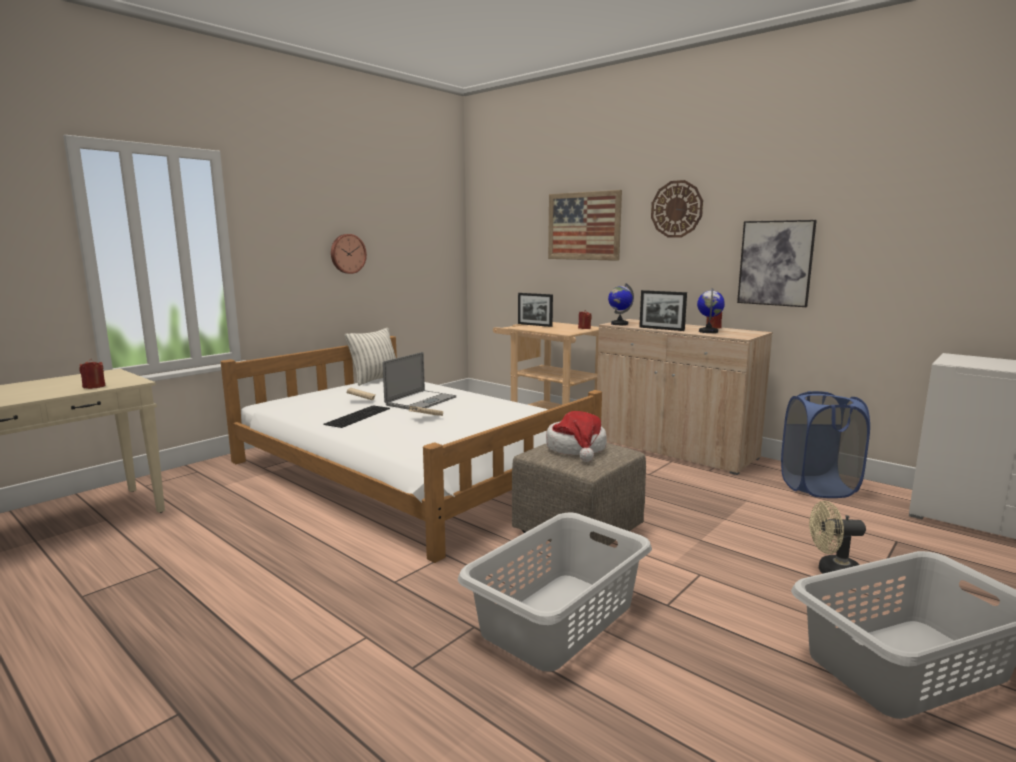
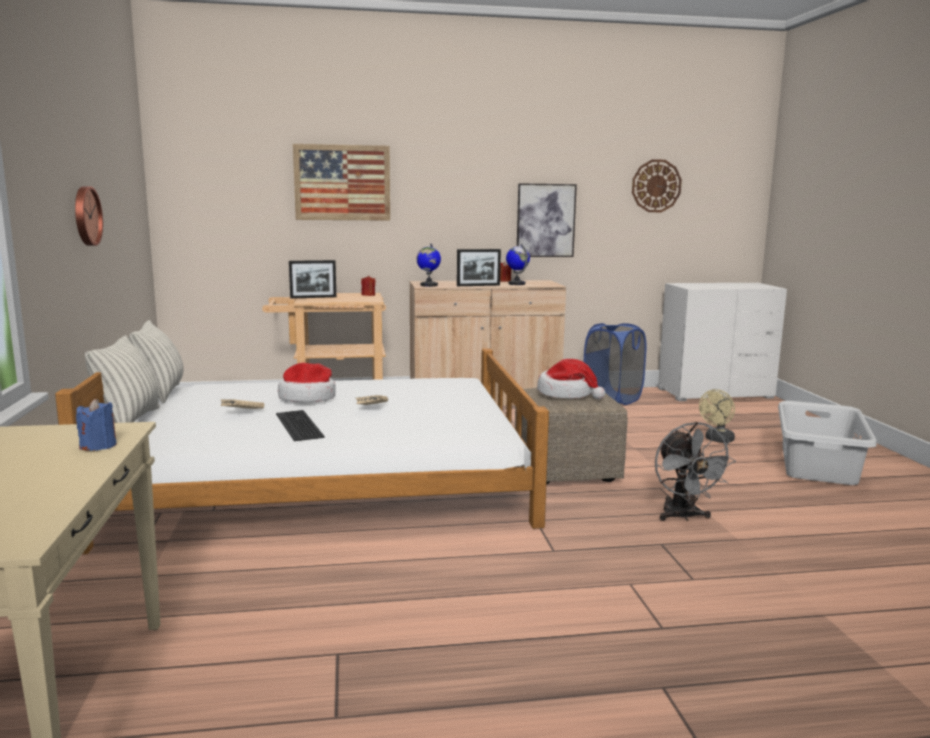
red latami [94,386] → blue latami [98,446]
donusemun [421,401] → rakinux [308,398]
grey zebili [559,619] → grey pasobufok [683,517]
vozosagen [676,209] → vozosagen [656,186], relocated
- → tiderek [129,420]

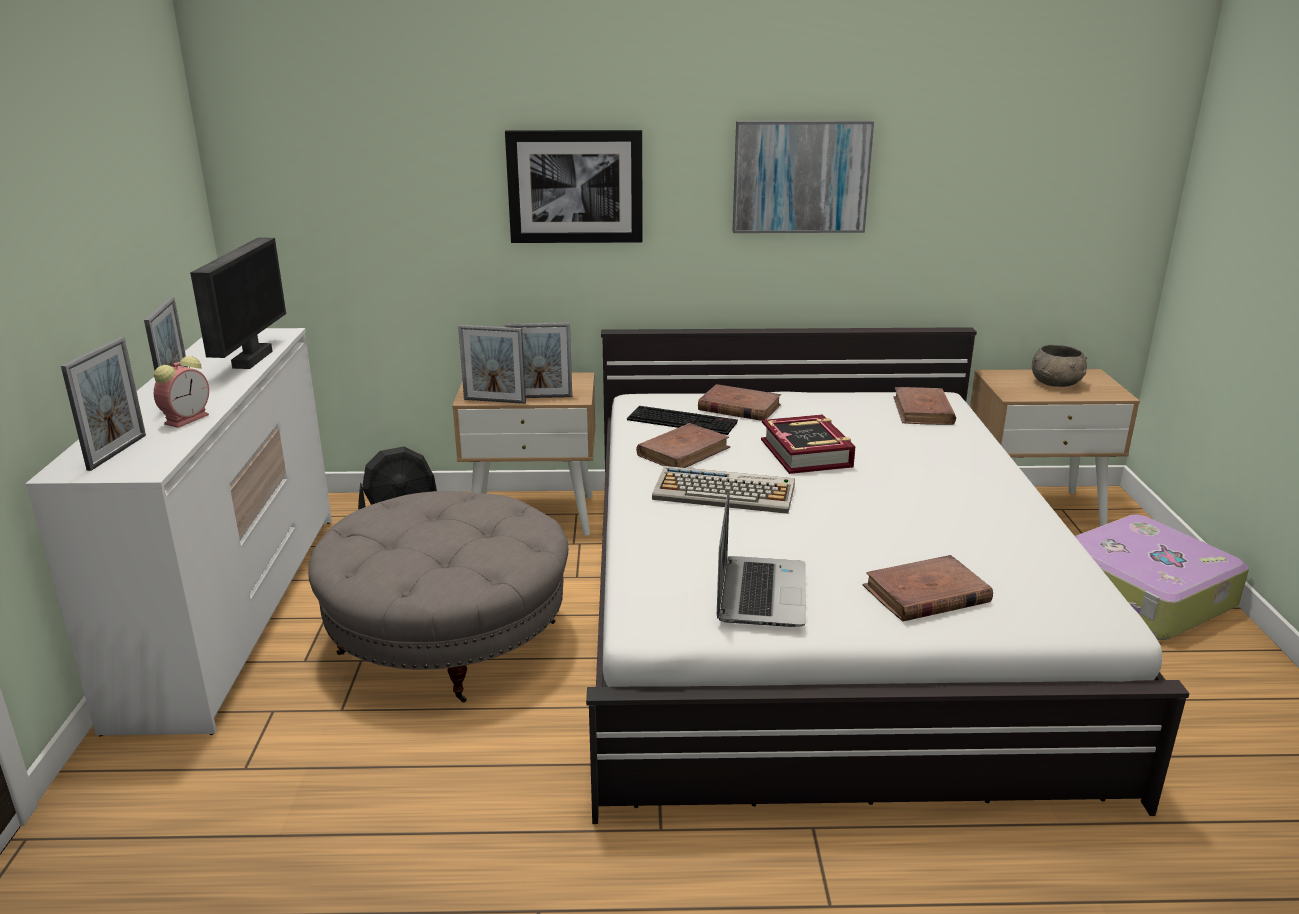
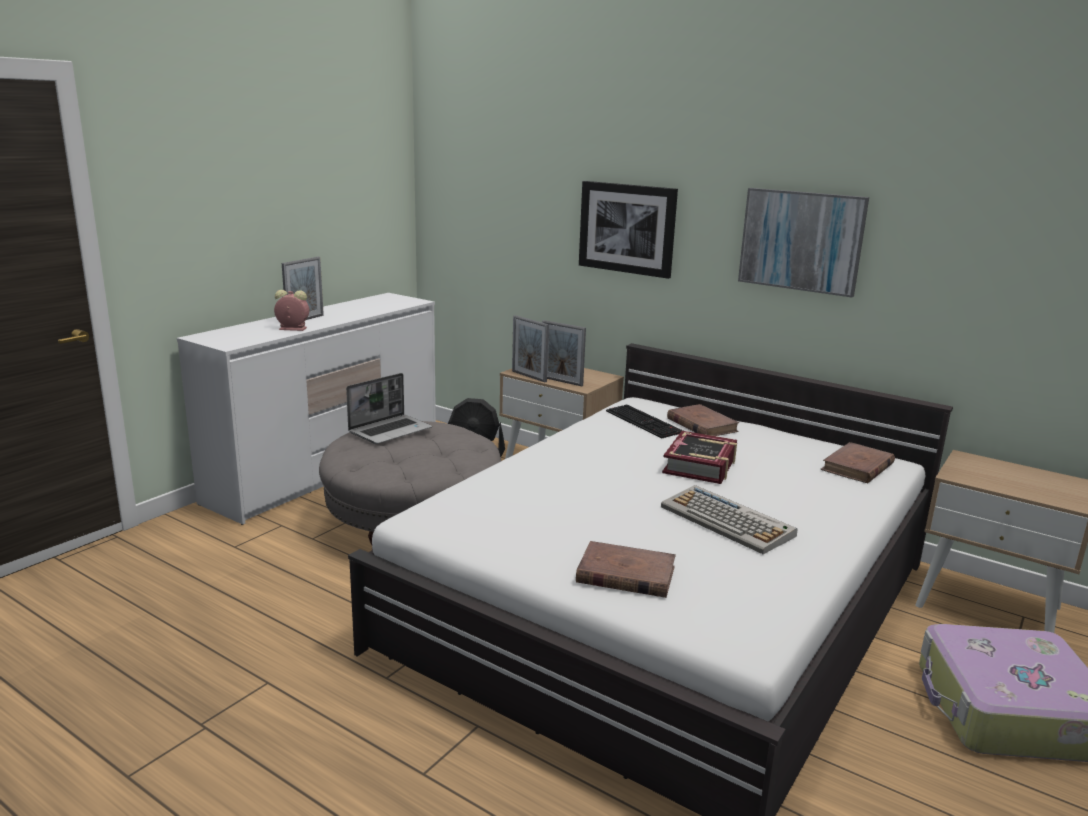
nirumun [117,452] → -
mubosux [188,418] → mubosux [291,328], 150 degrees counterclockwise
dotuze [250,359] → -
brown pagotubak [683,451] → -
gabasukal [725,492] → gabasukal [728,521], relocated
donusemun [759,593] → donusemun [391,430], relocated
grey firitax [1056,383] → -

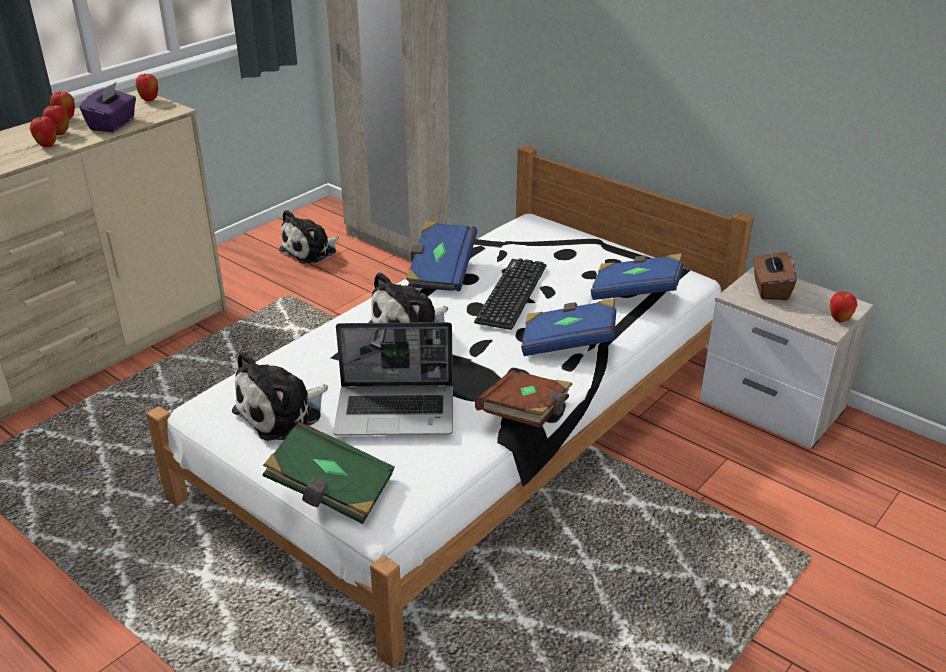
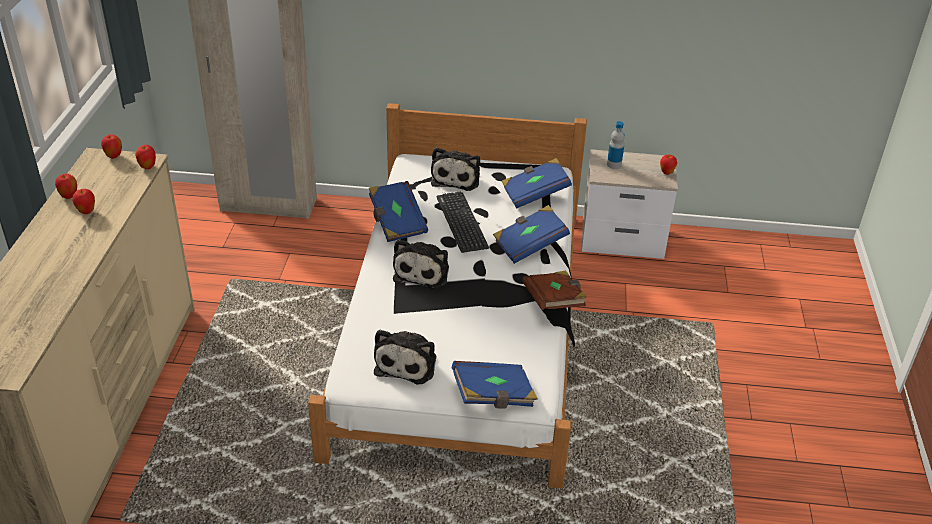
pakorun [47,145] → pakorun [148,167], relocated
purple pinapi [113,124] → -
green pagotubak [331,491] → blue pagotubak [493,396]
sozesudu [311,251] → sozesudu [456,178], relocated
donusemun [397,411] → -
brown pinapi [770,289] → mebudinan [614,165]

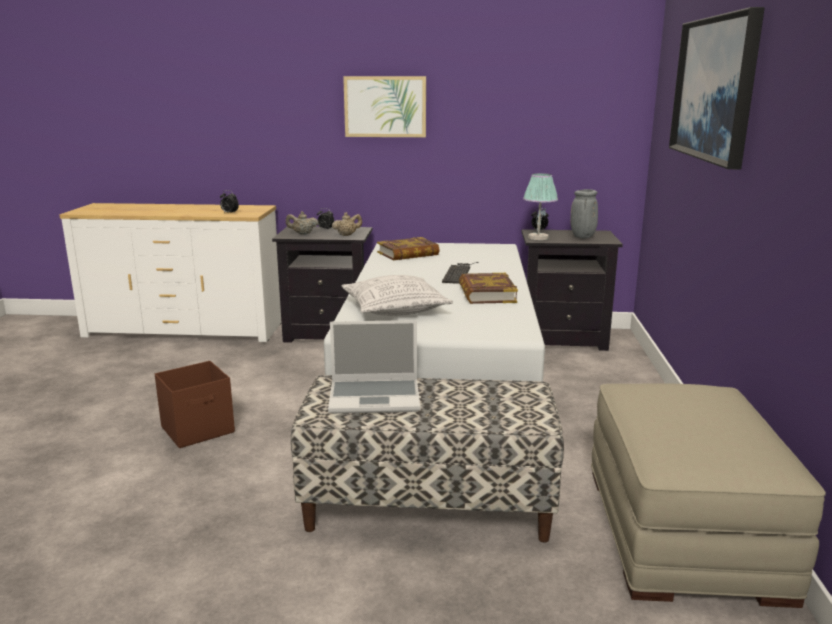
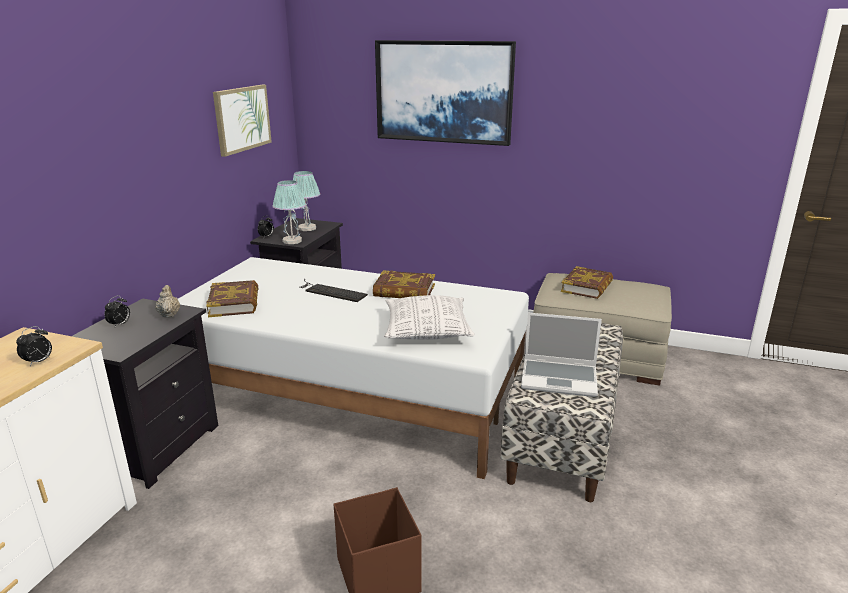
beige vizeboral [302,234] → -
donusemun [376,397] → donusemun [560,378], 90 degrees clockwise
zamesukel [385,106] → zamesukel [242,119], relocated
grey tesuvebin [582,237] → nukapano [307,228]
- → pagotubak [587,287]

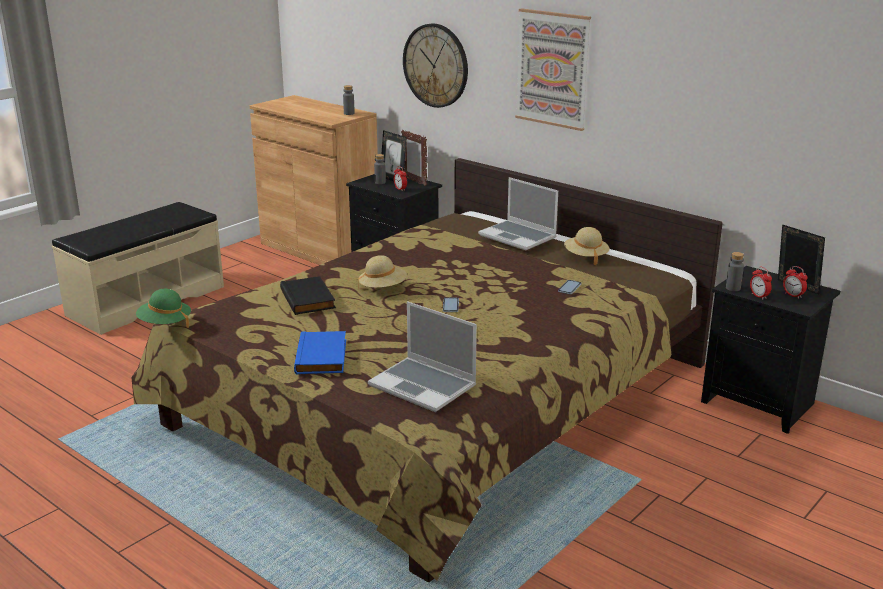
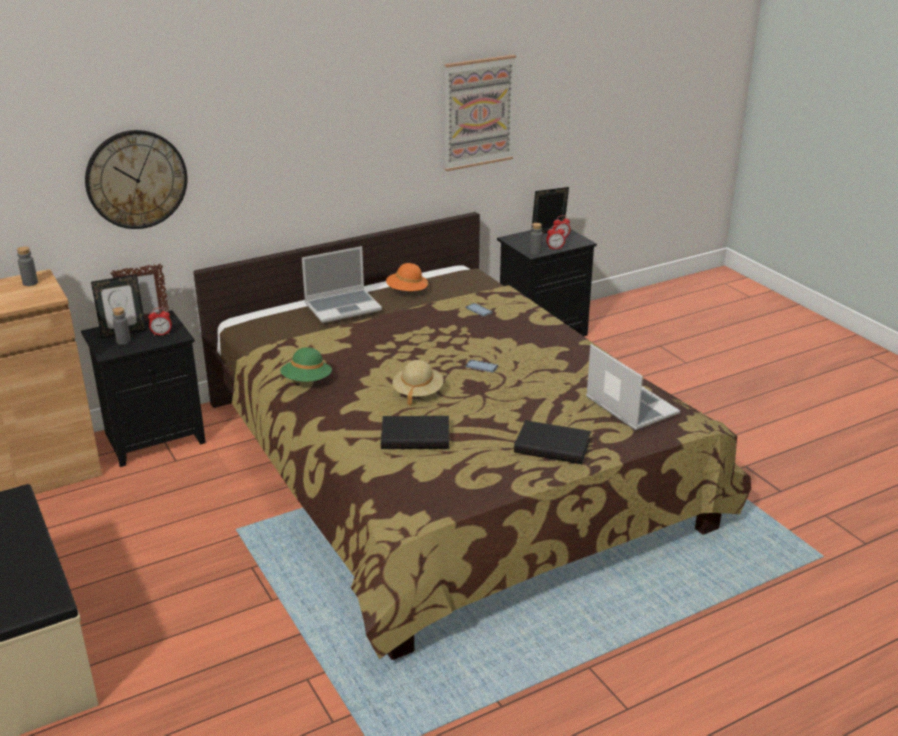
green rakinux [165,324] → green rakinux [307,381], relocated
blue pagotubak [323,357] → black pagotubak [553,445]
donusemun [424,386] → donusemun [629,406], 90 degrees counterclockwise
zamesukel [552,69] → zamesukel [478,112], relocated
beige rakinux [585,257] → orange rakinux [407,292]

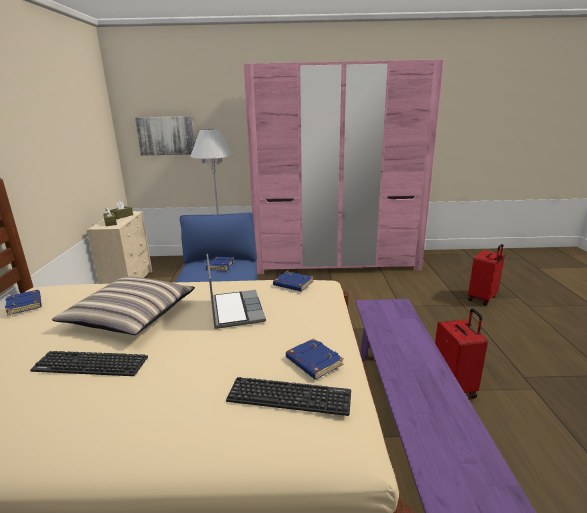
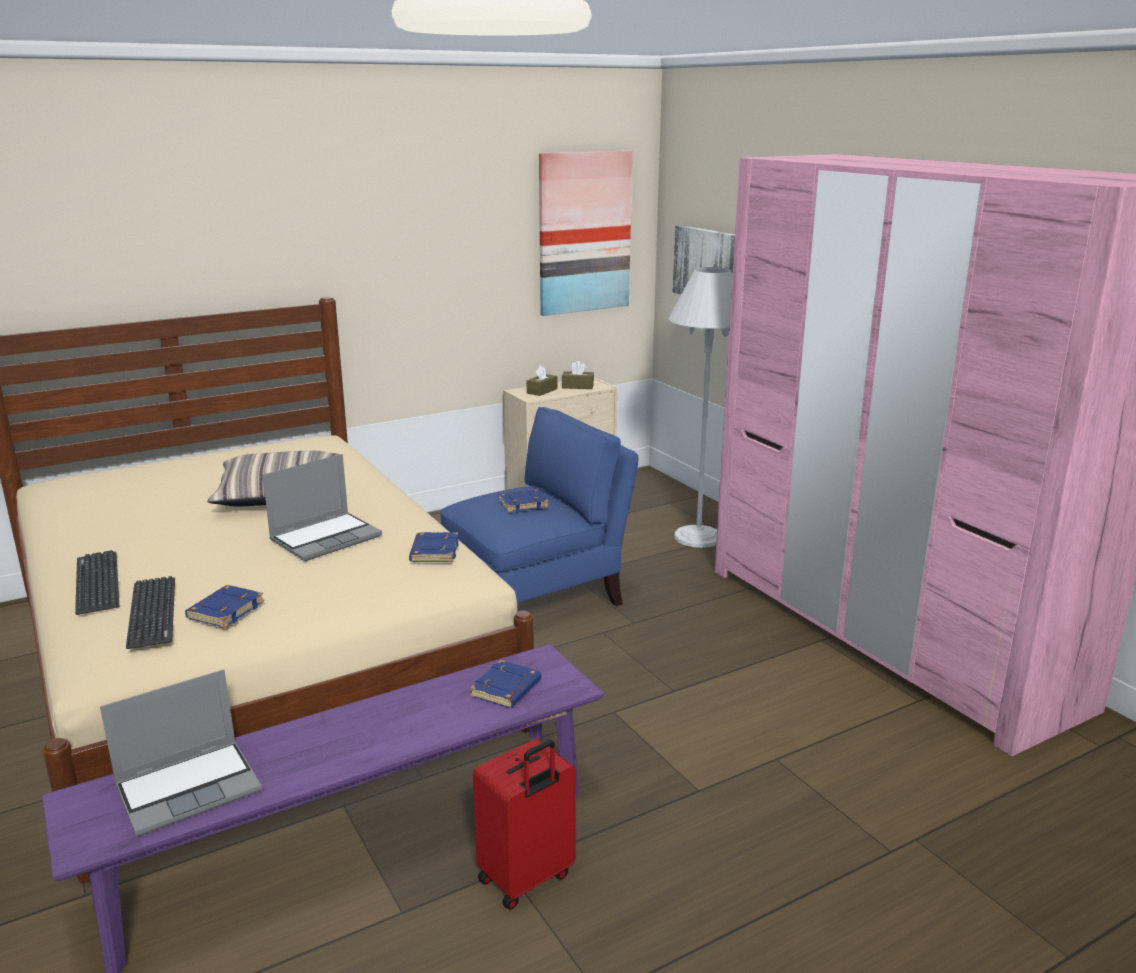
blue pagotubak [25,305] → blue pagotubak [506,690], relocated
gabasukal [90,364] → gabasukal [97,583], relocated
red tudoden [482,299] → -
- → donusemun [190,787]
- → zamesukel [584,233]

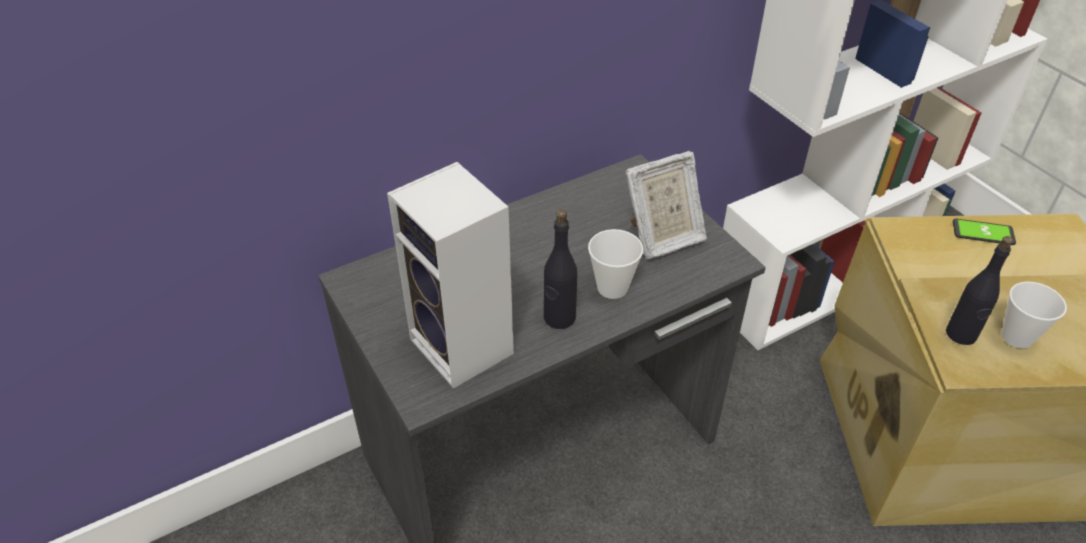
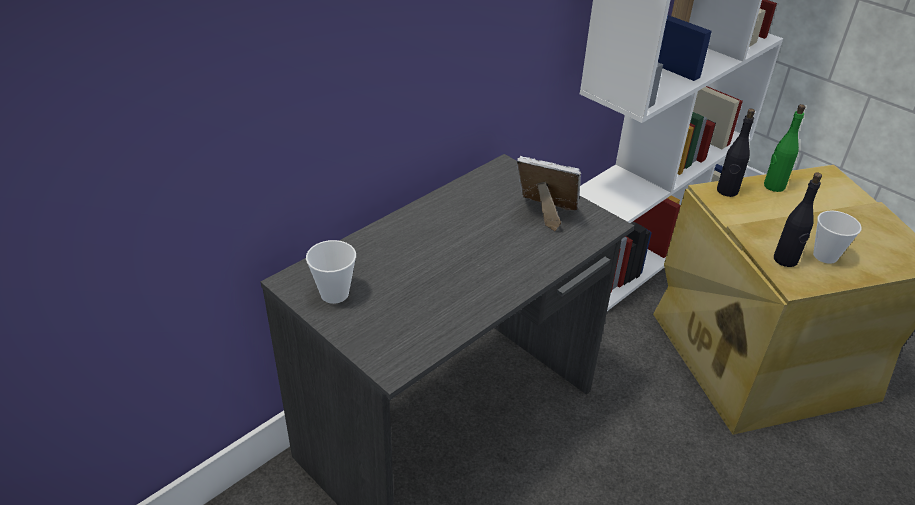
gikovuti [465,348] → -
black mebudinan [559,318] → black mebudinan [727,191], relocated
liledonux [612,287] → liledonux [334,294], relocated
nirumun [663,238] → nirumun [546,214], 120 degrees counterclockwise
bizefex [983,233] → green mebudinan [773,186]

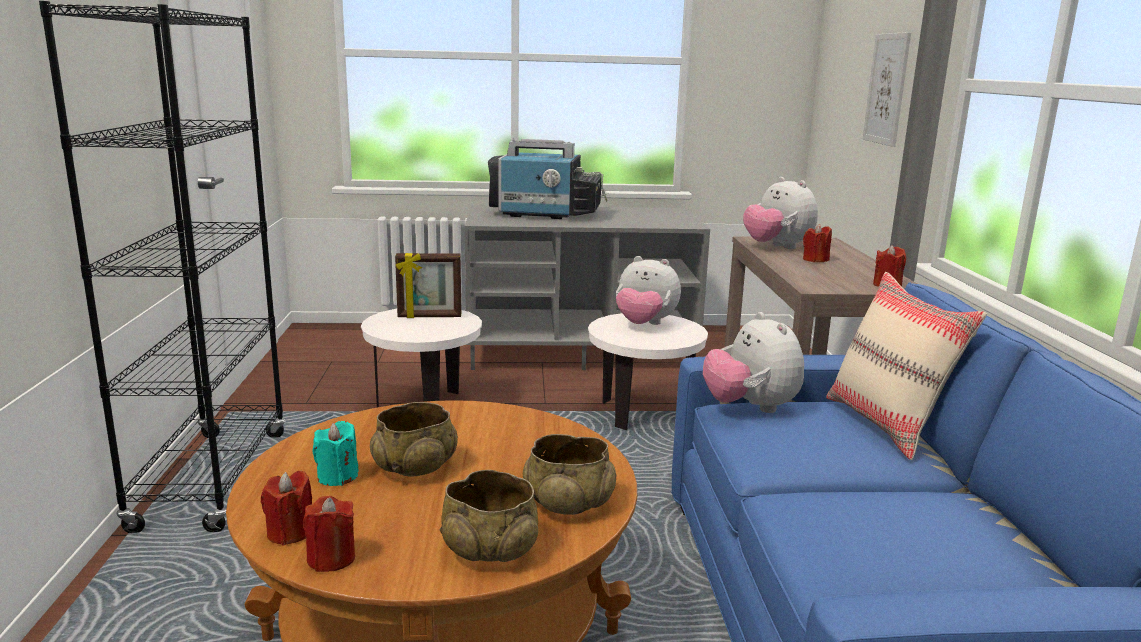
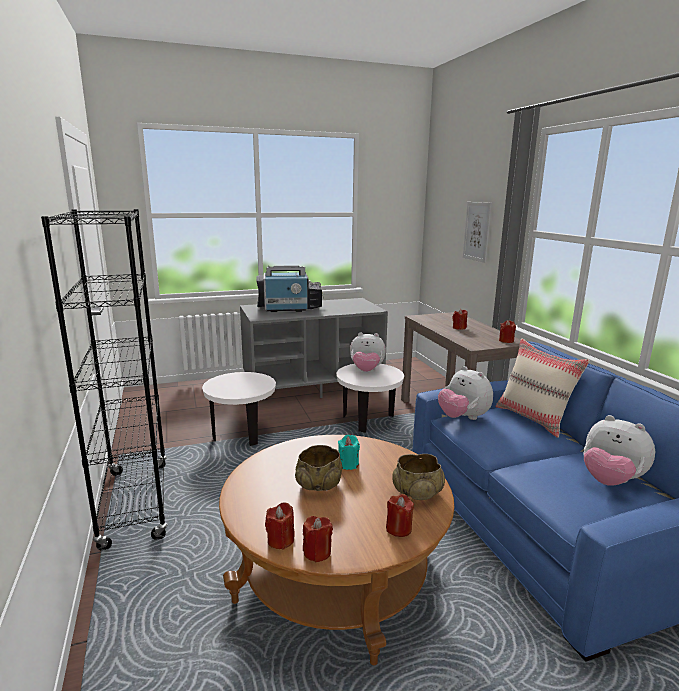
turquoise latami [337,477] → turquoise latami [348,464], relocated
nirumun [429,317] → -
beige firitax [491,549] → red latami [398,528]
sozesudu [777,247] → sozesudu [610,481], relocated

